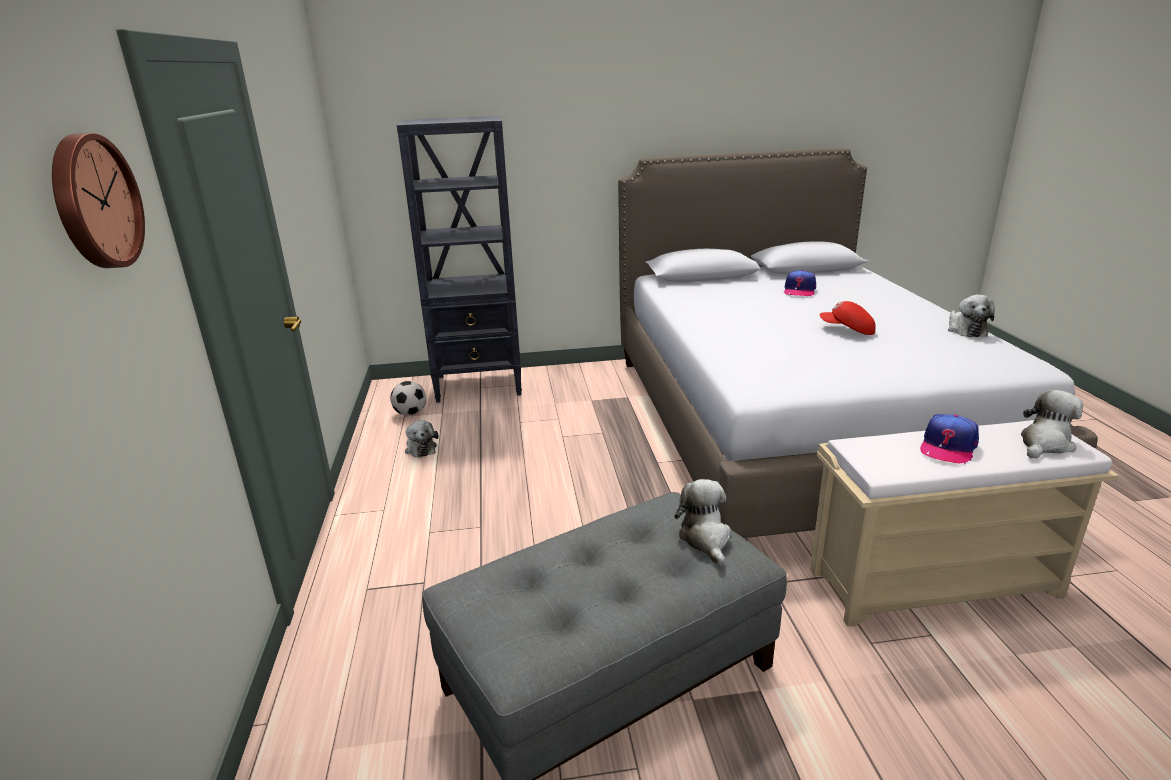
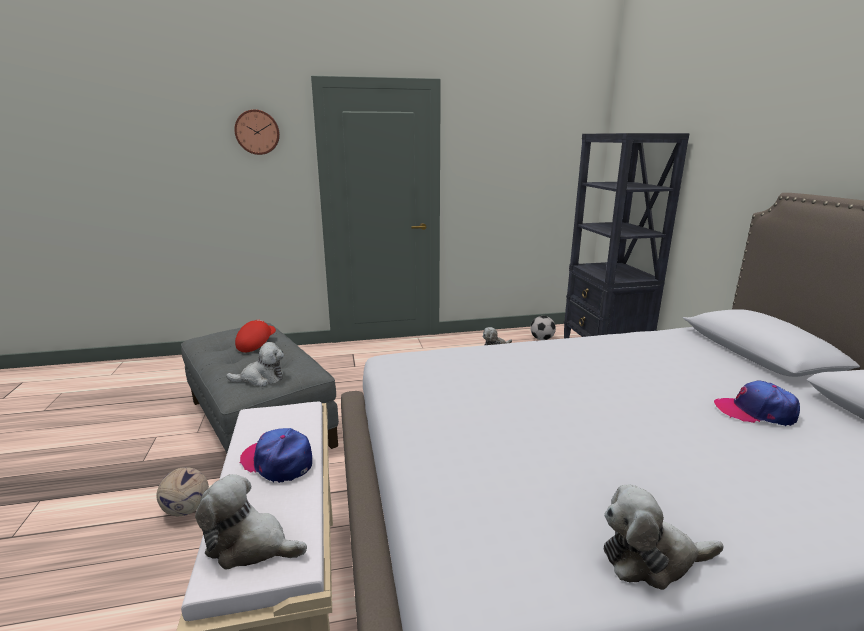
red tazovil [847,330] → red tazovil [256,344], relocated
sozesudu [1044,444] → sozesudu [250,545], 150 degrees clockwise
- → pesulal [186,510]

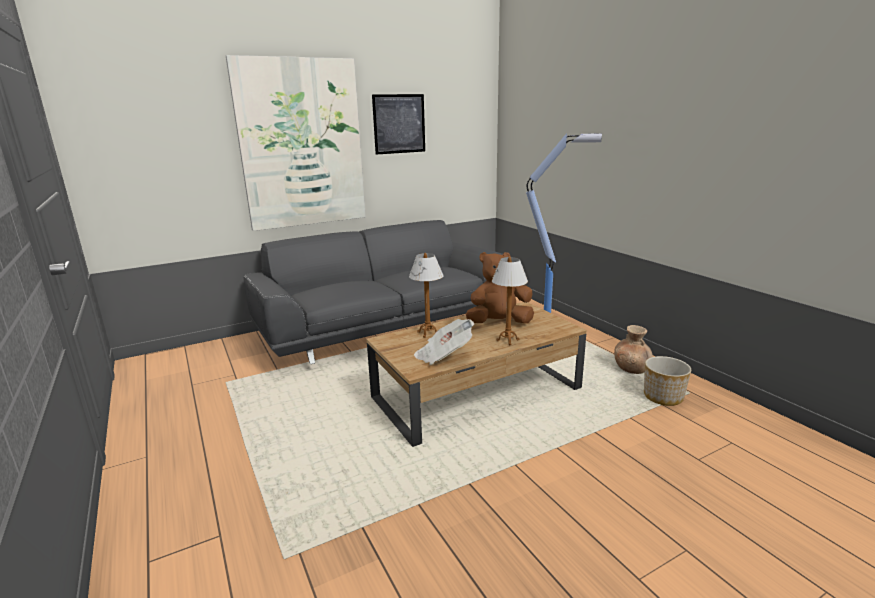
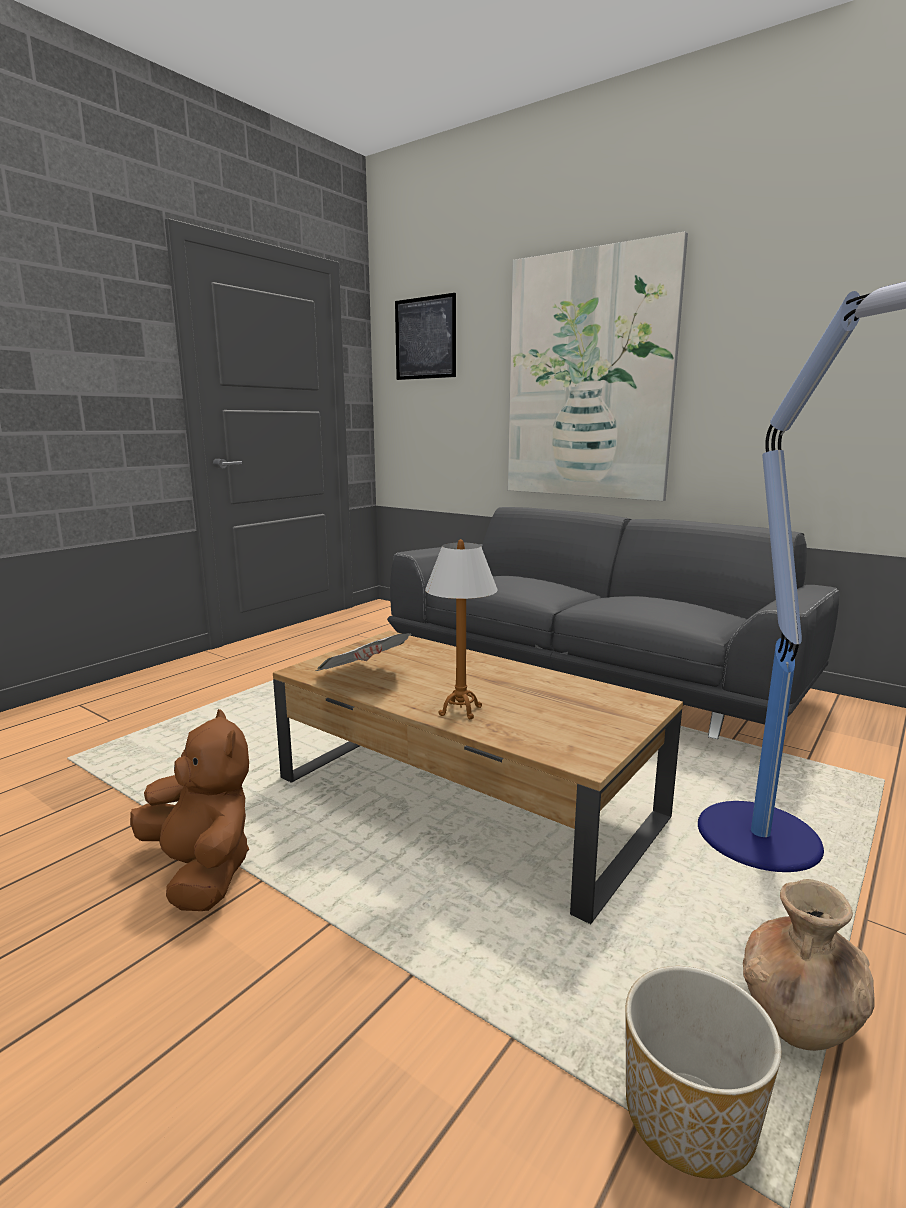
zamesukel [399,124] → zamesukel [425,338], relocated
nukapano [428,333] → -
brown sozesudu [499,323] → brown sozesudu [202,871], relocated

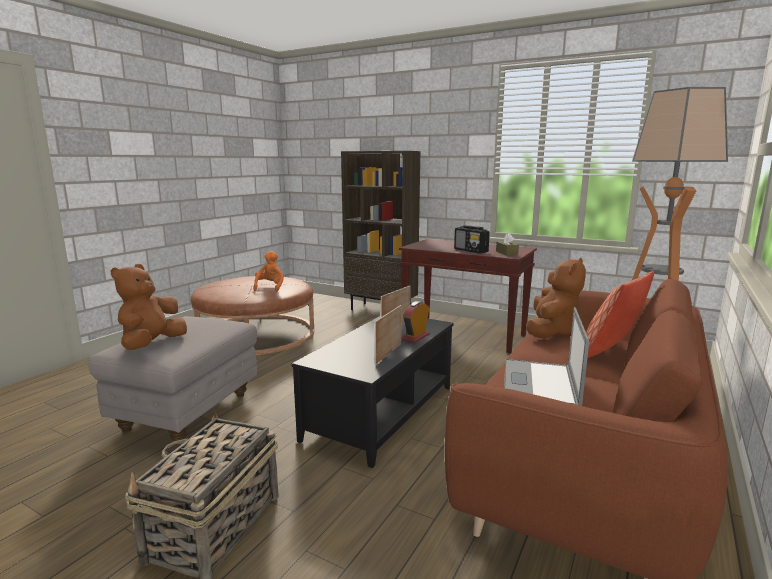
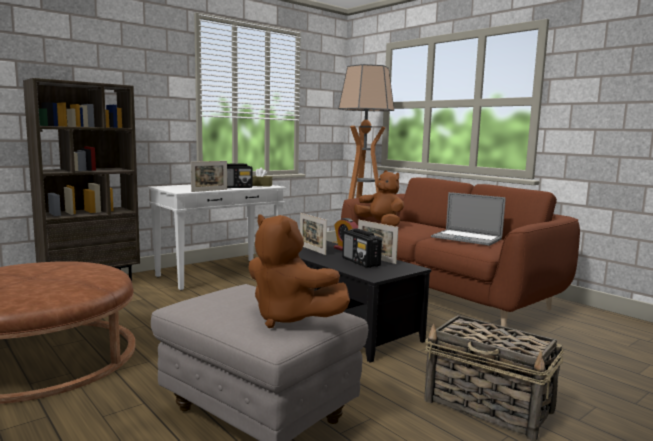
orange sozesudu [270,287] → -
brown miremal [465,334] → white miremal [220,274]
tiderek [611,352] → -
- → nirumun [209,190]
- → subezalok [361,262]

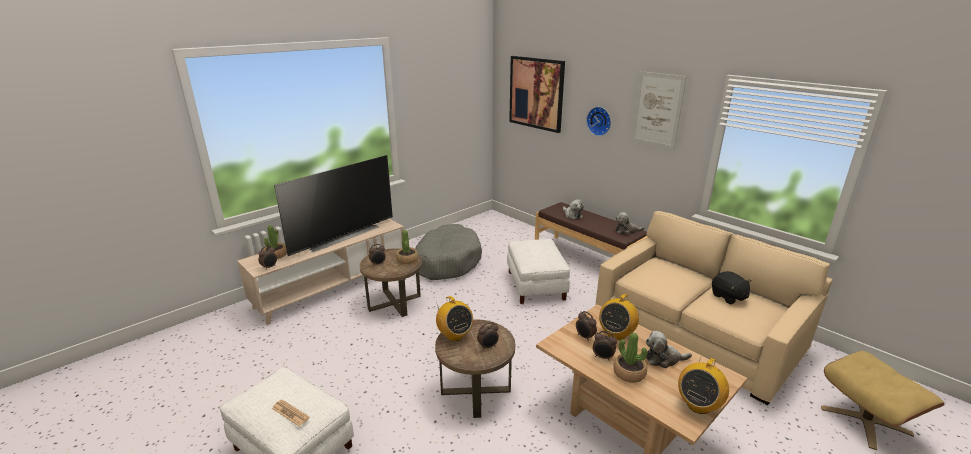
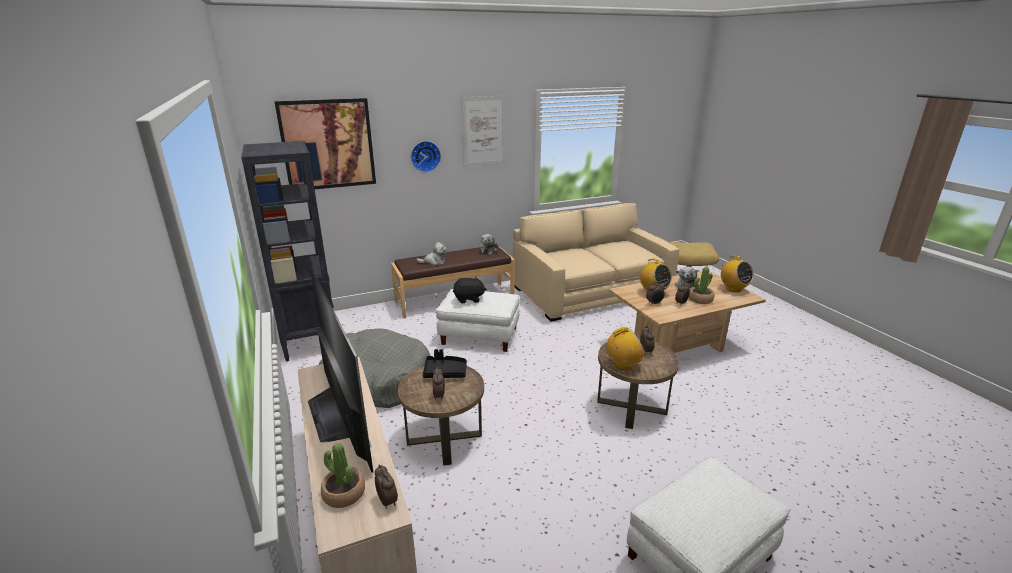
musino [290,413] → -
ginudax [407,259] → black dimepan [445,372]
black sozesudu [728,297] → black sozesudu [469,299], relocated
- → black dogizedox [310,340]

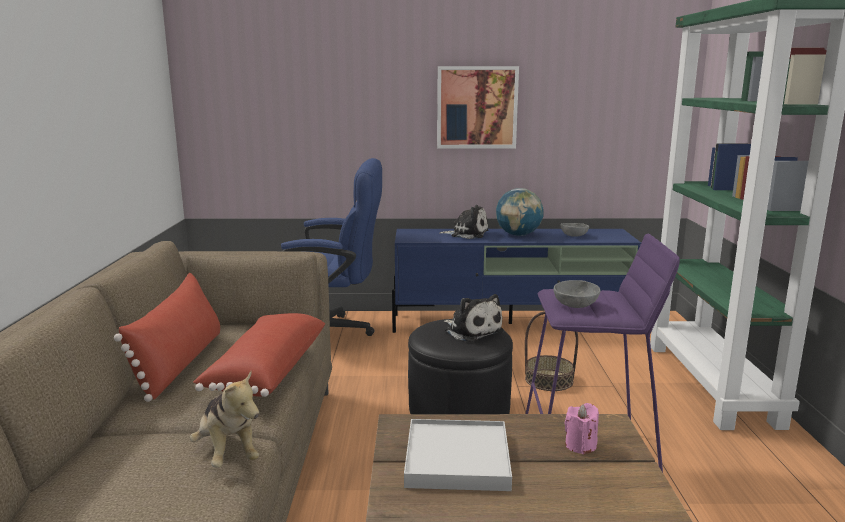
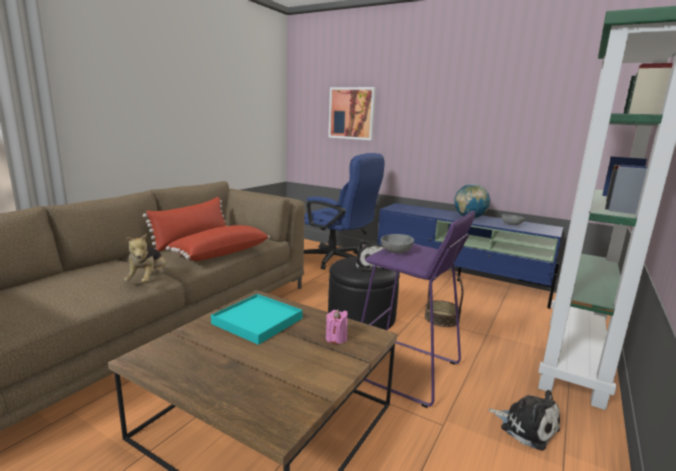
white dimepan [457,459] → turquoise dimepan [257,321]
zamesukel [477,107] → zamesukel [352,113], relocated
sozesudu [467,234] → sozesudu [526,427], relocated

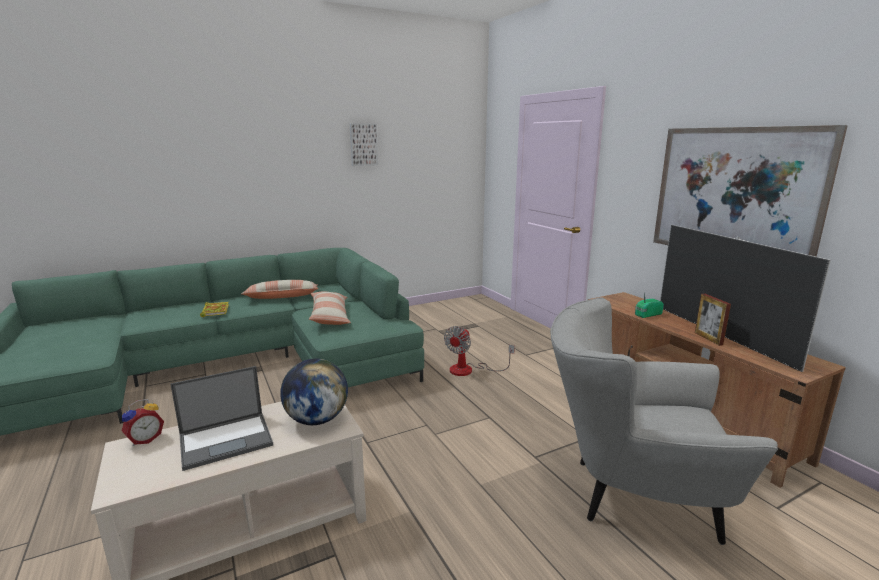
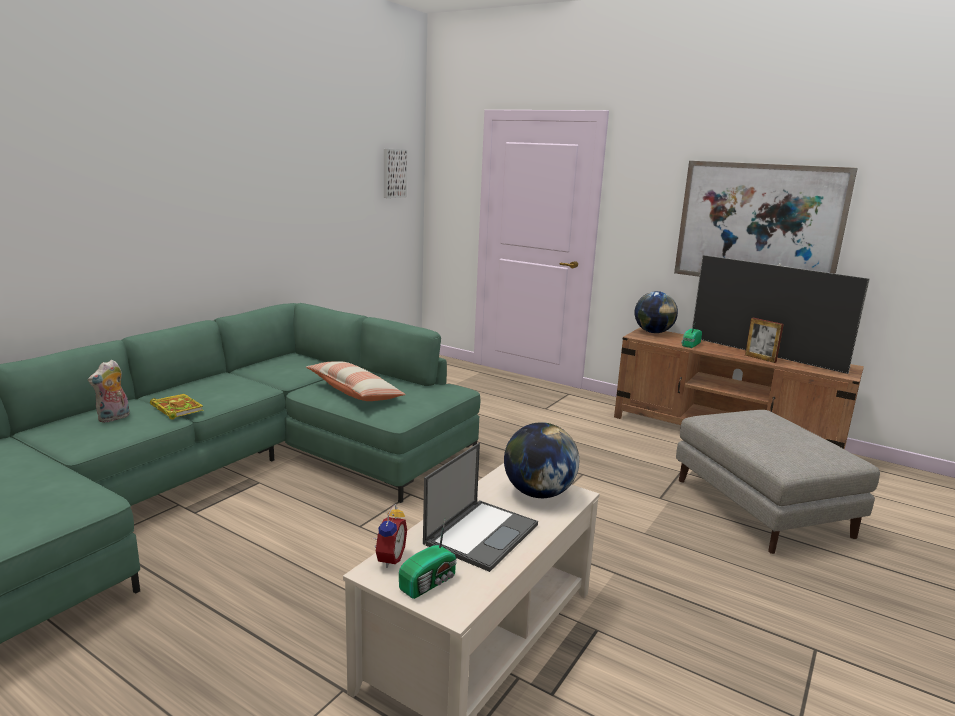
tiderek [282,297] → -
zamesukel [363,144] → zamesukel [393,173], relocated
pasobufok [469,370] → -
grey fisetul [631,495] → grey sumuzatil [759,507]
- → sozesudu [114,418]
- → subezalok [430,582]
- → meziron [653,332]

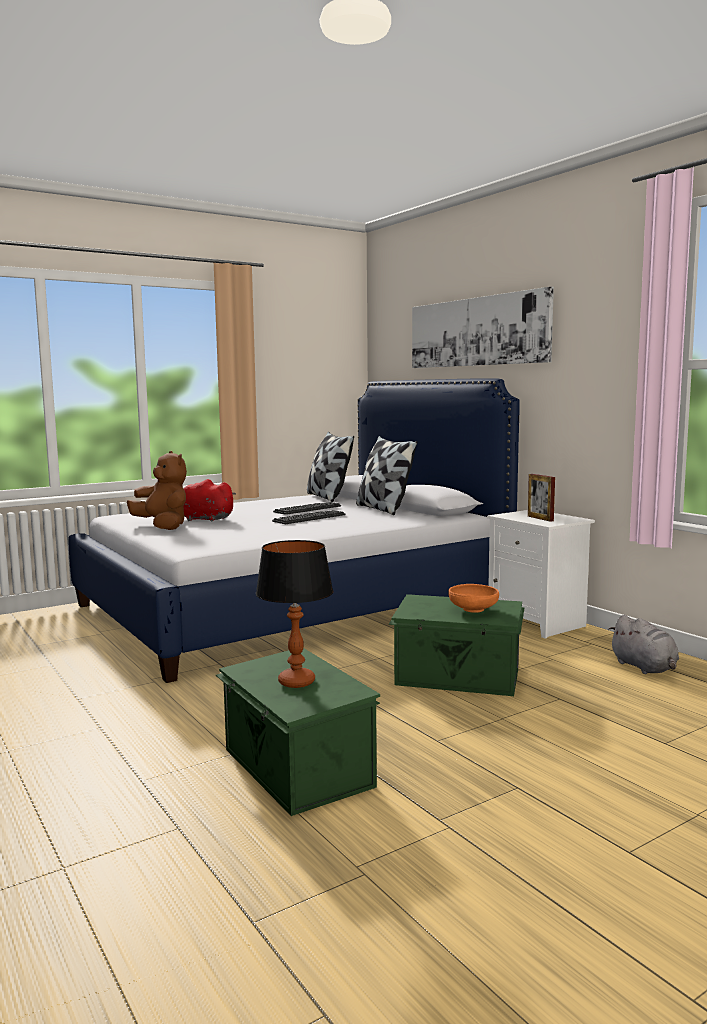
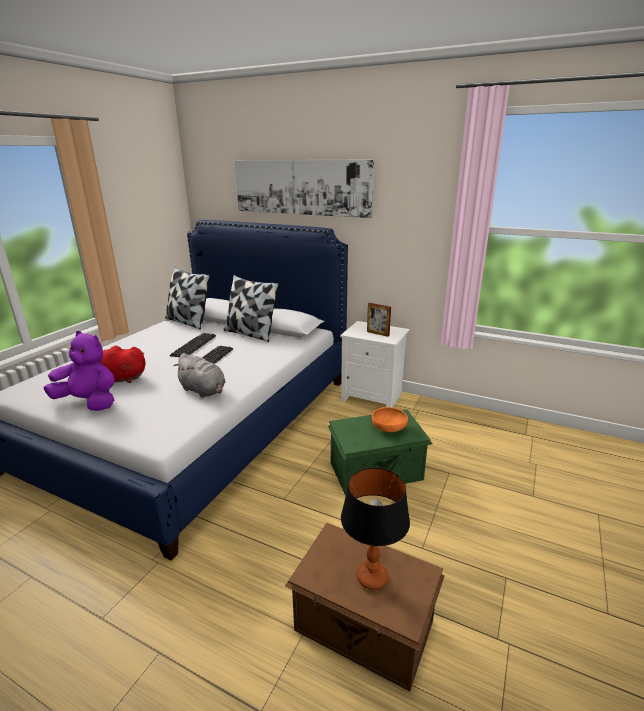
brown sozesudu [163,526] → purple sozesudu [89,402]
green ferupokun [295,768] → brown ferupokun [364,628]
grey sozesudu [645,668] → grey sozesudu [204,391], relocated

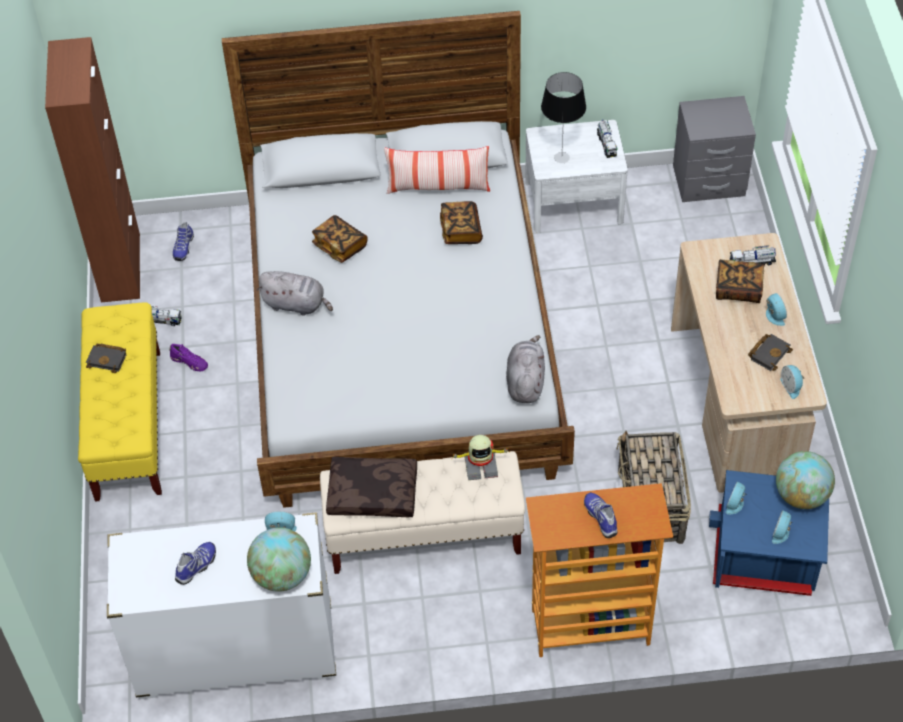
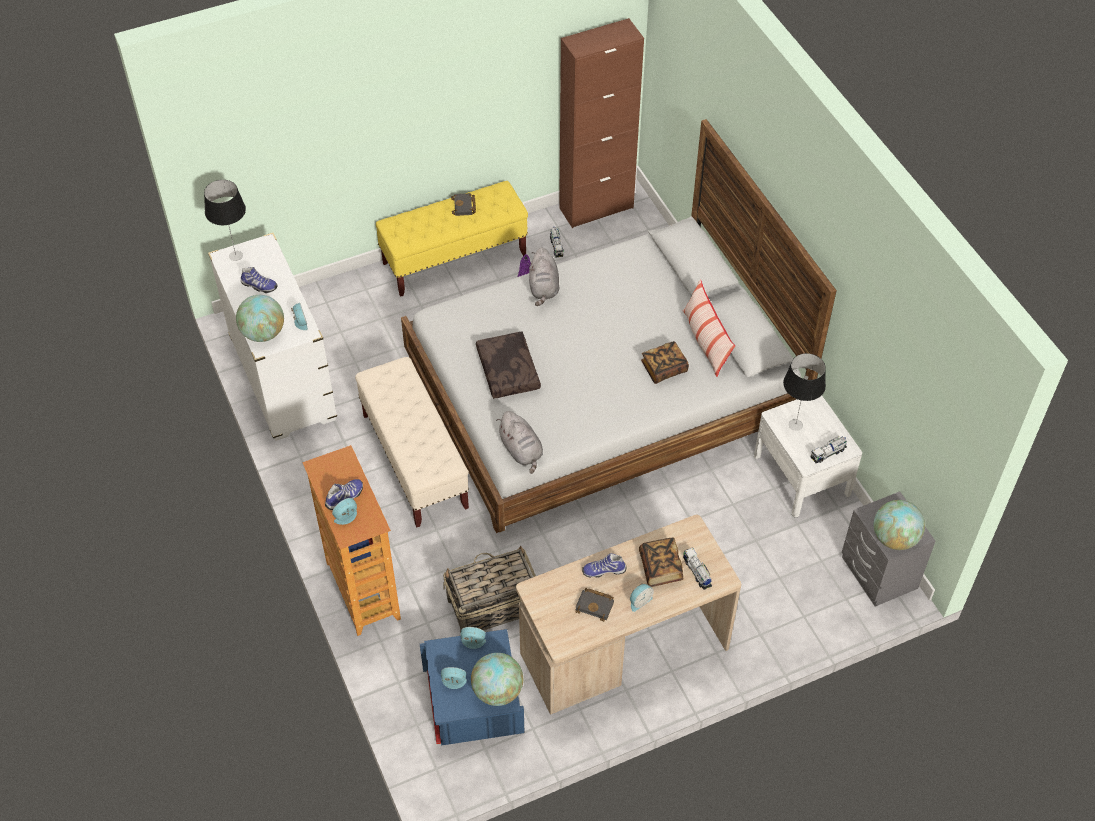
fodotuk [183,247] → fodotuk [604,570], relocated
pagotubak [340,246] → -
brown tiderek [373,492] → brown tiderek [509,371], relocated
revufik [480,465] → -
grey sozesudu [525,381] → grey sozesudu [521,451], 75 degrees clockwise
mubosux [791,387] → mubosux [347,517], relocated
- → nukapano [235,255]
- → meziron [894,538]

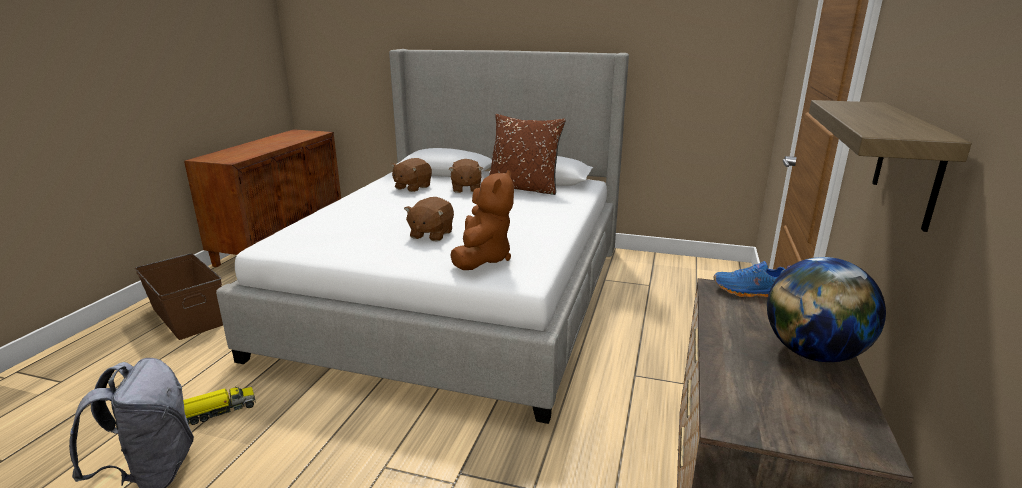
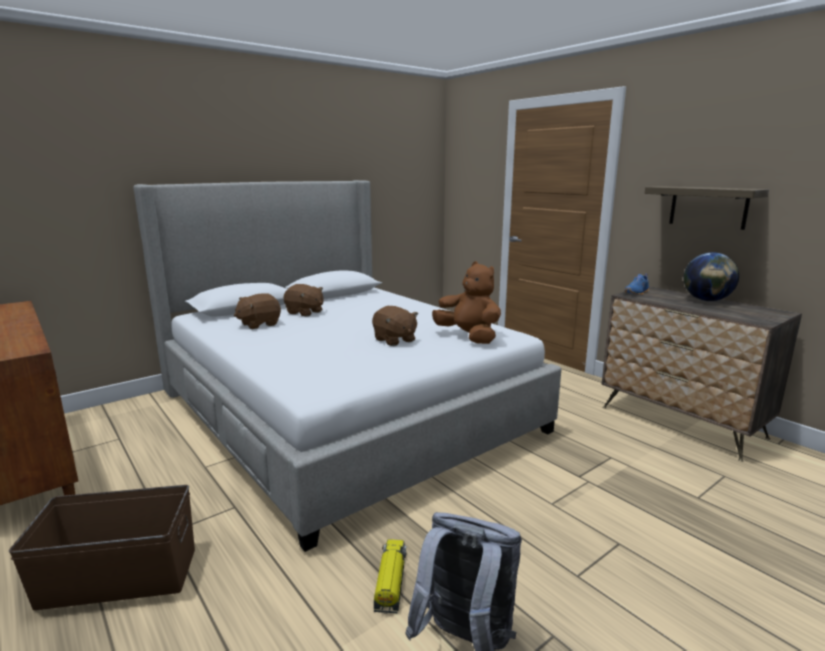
brown sozesudu [412,187] → brown sozesudu [259,324], 75 degrees clockwise
brown tiderek [524,188] → -

